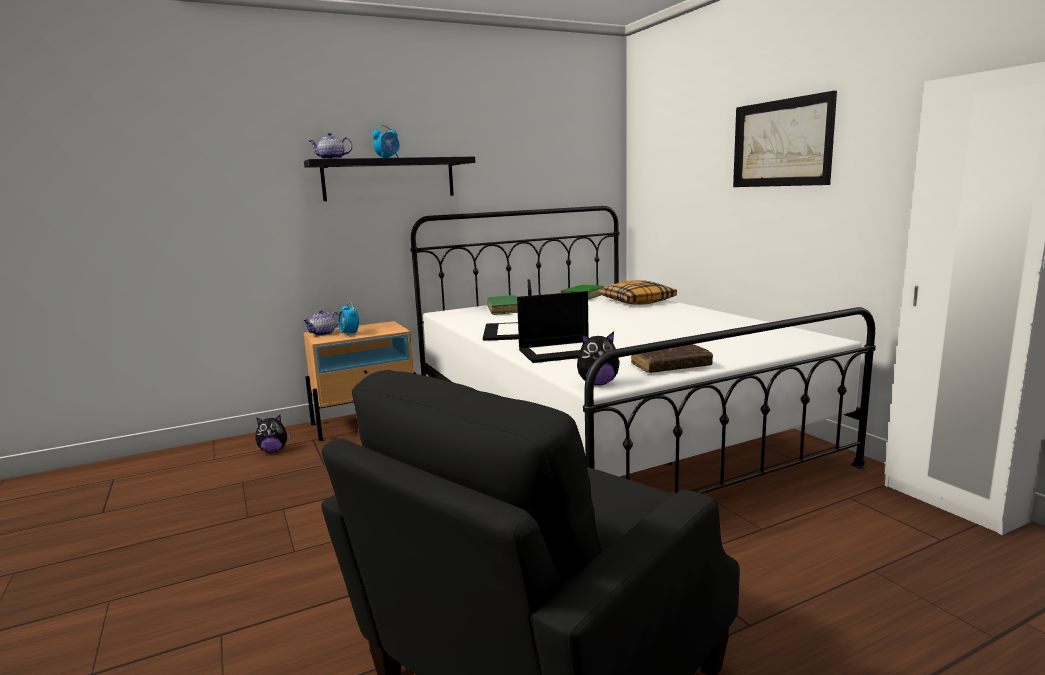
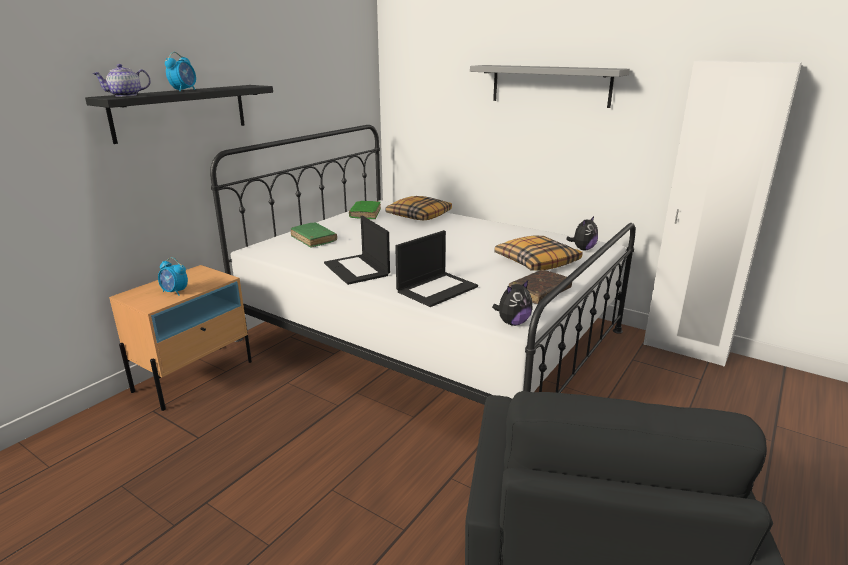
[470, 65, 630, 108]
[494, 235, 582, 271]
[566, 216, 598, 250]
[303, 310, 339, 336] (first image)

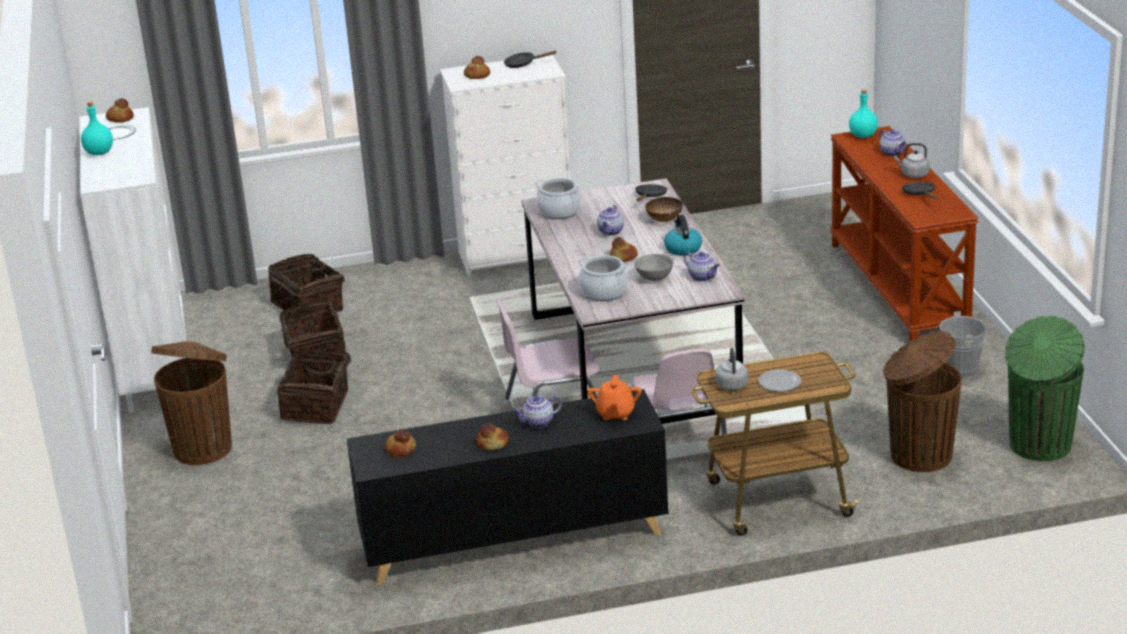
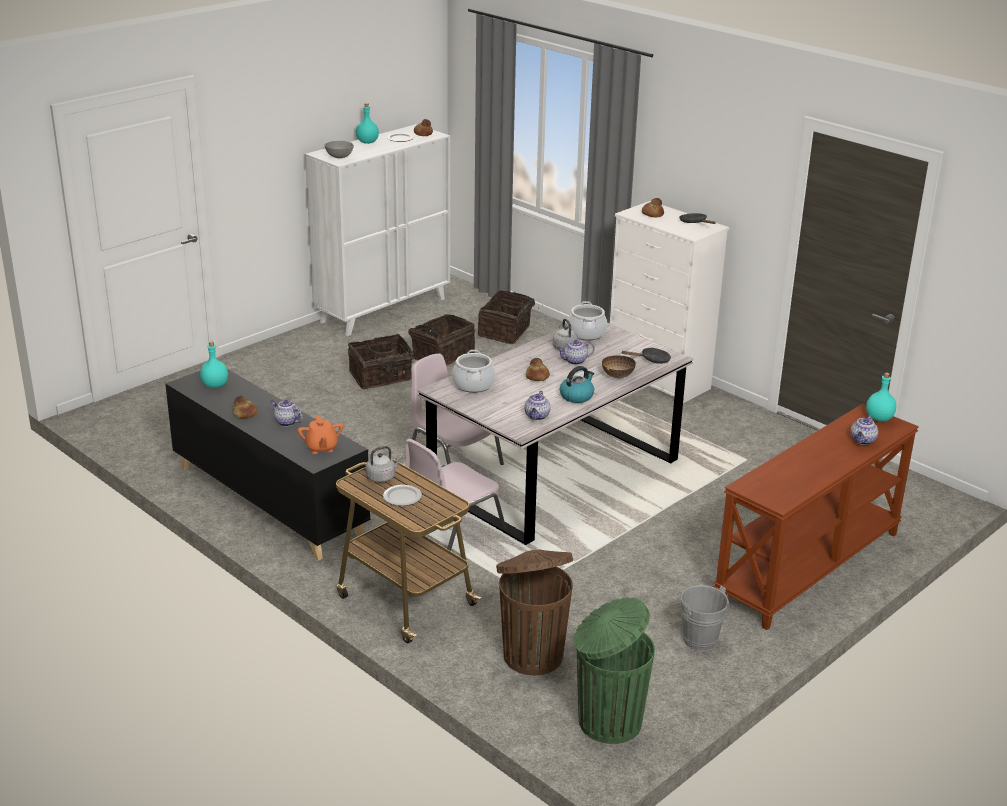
[200, 341, 228, 388]
[298, 415, 343, 454]
[325, 141, 354, 158]
[553, 319, 578, 351]
[151, 341, 232, 465] (first image)
[902, 182, 937, 199] (first image)

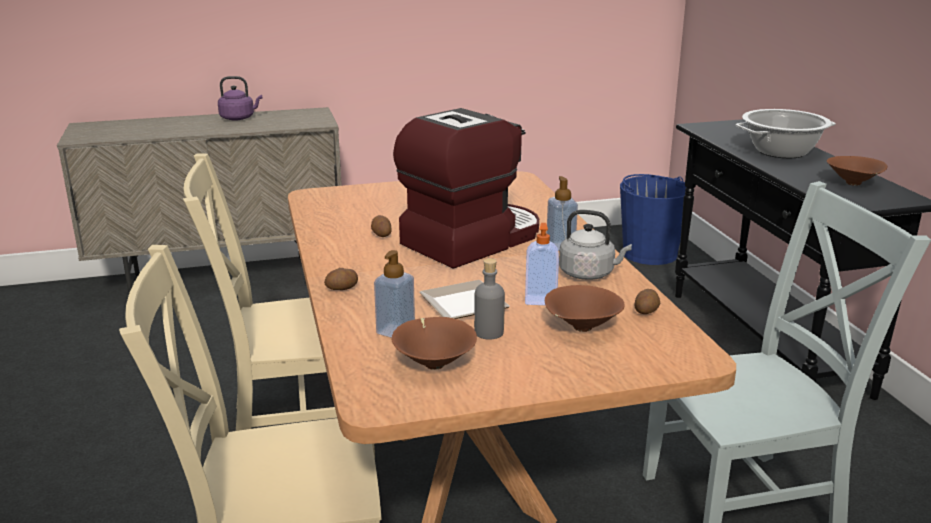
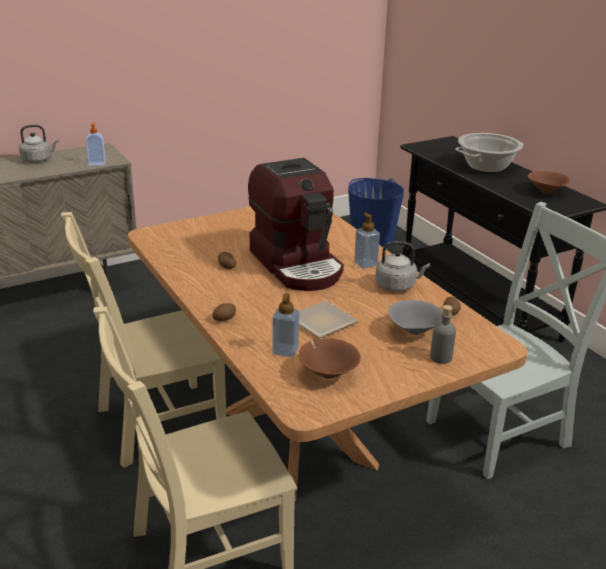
[19, 125, 59, 163]
[86, 123, 106, 166]
[248, 158, 344, 291]
[388, 300, 443, 335]
[430, 305, 456, 364]

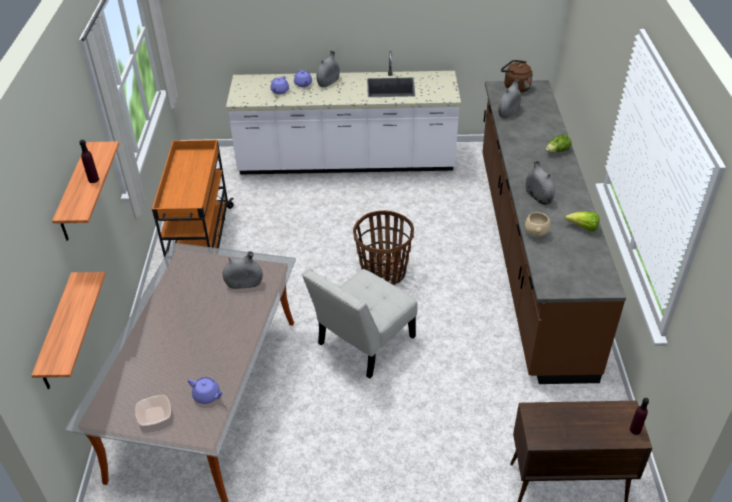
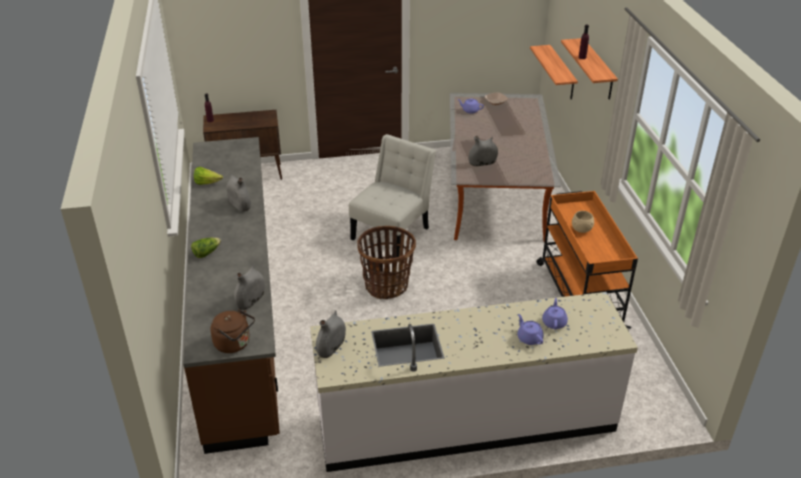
[316, 310, 346, 358]
[572, 211, 594, 233]

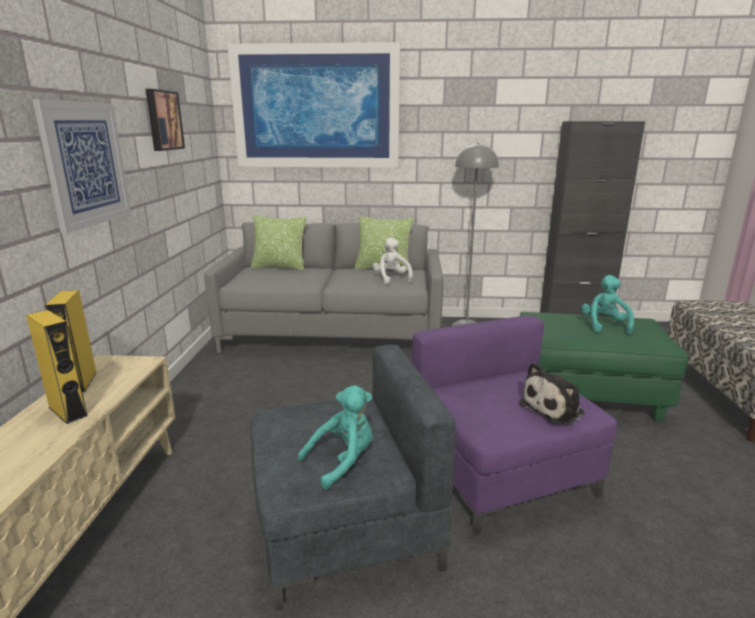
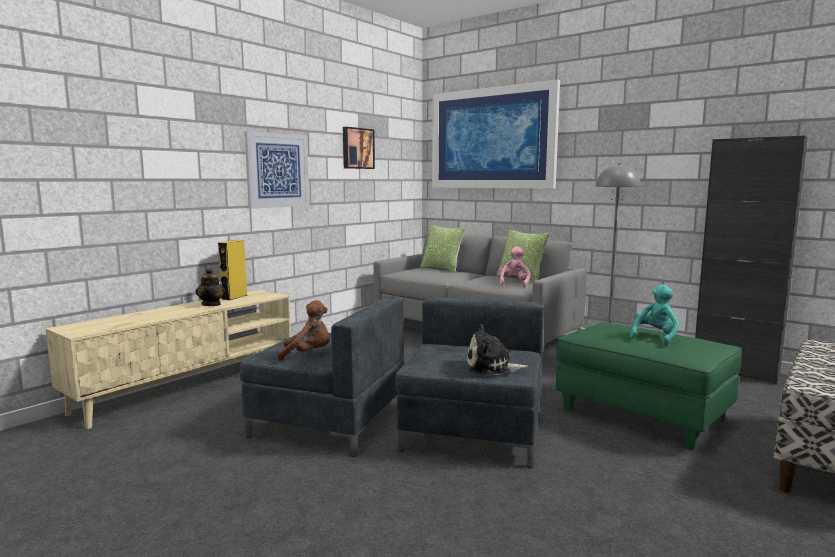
[196, 268, 225, 306]
[277, 300, 329, 360]
[395, 297, 544, 468]
[498, 246, 530, 288]

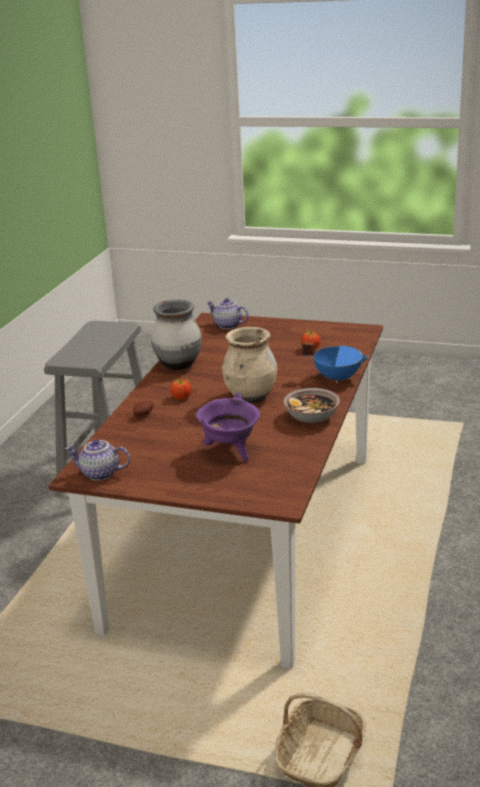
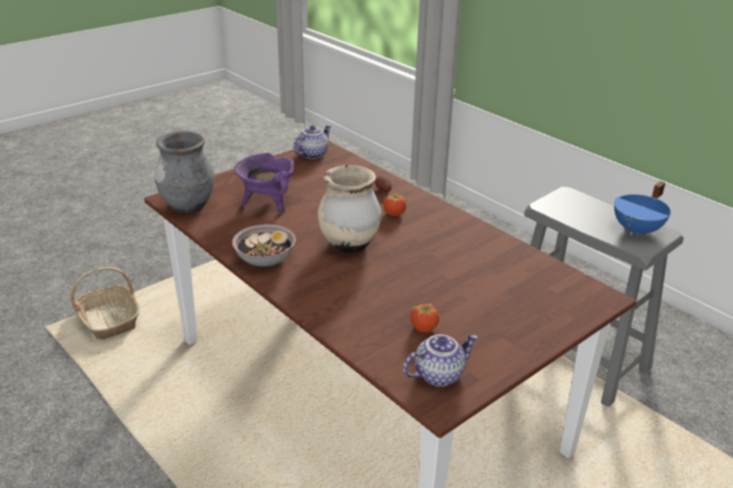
[154, 131, 215, 213]
[403, 334, 478, 387]
[614, 181, 671, 235]

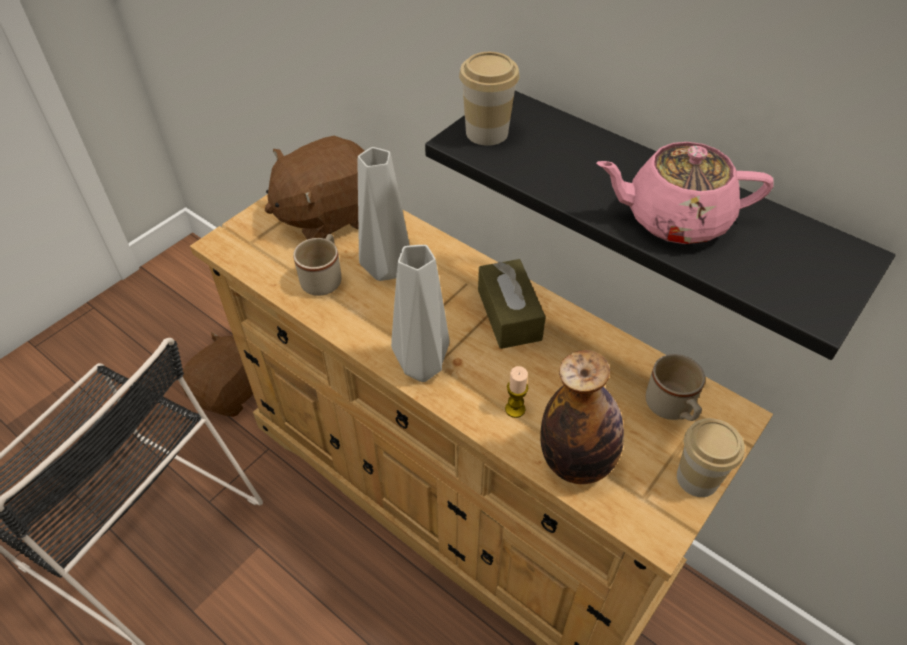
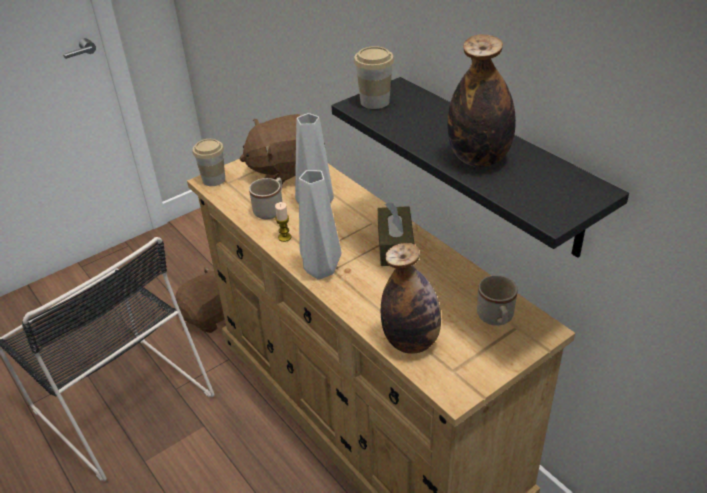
[193, 139, 225, 186]
[275, 202, 291, 242]
[447, 34, 516, 167]

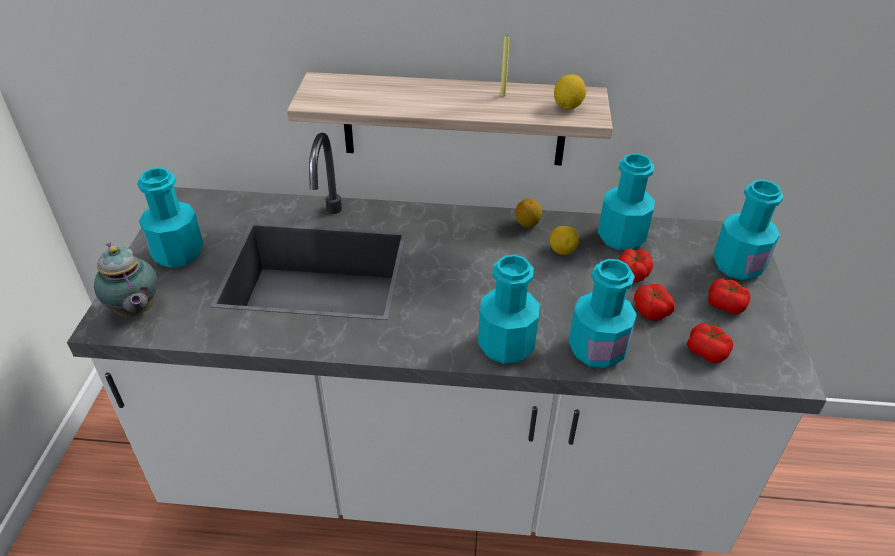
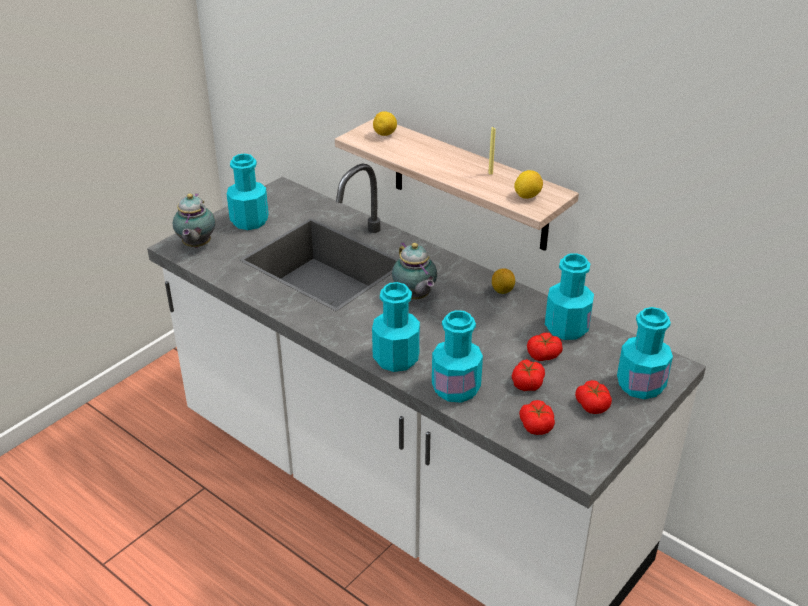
[373, 111, 397, 136]
[392, 242, 437, 300]

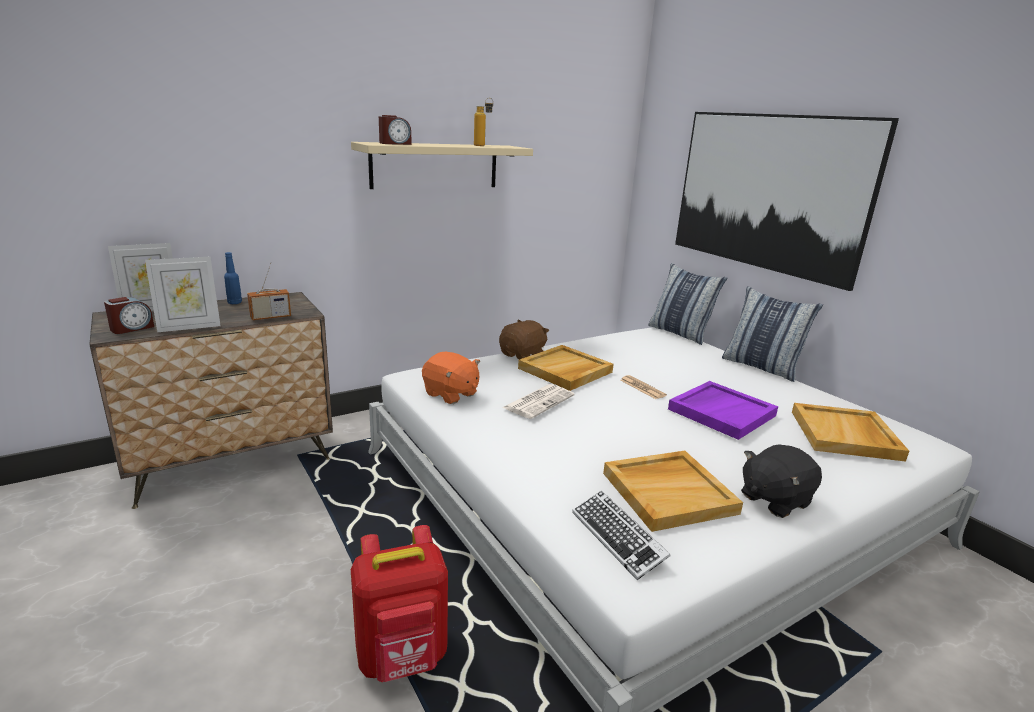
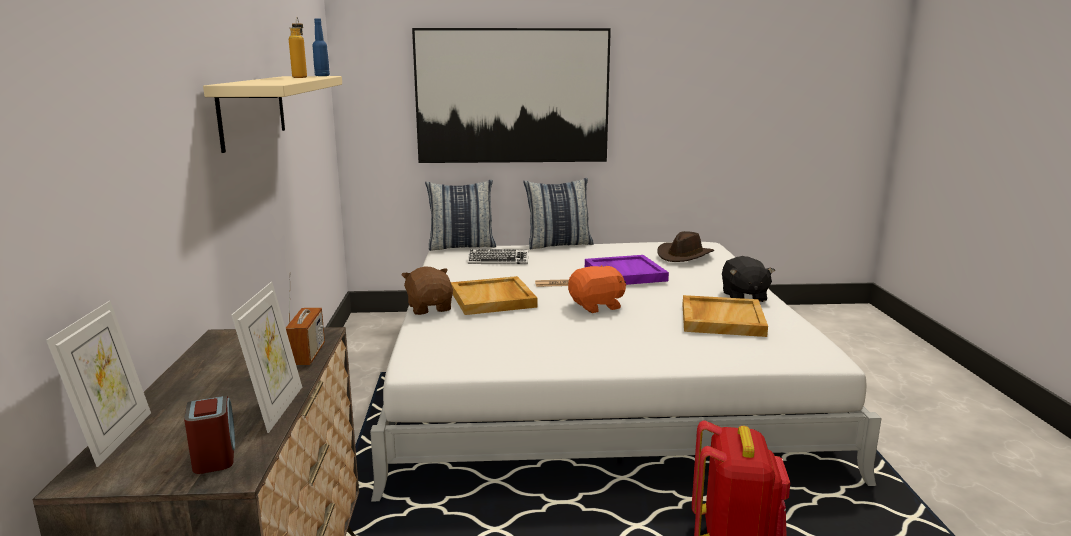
[313, 18, 330, 76]
[468, 249, 528, 264]
[568, 265, 626, 313]
[657, 231, 714, 262]
[379, 115, 411, 145] (first image)
[502, 384, 575, 419] (first image)

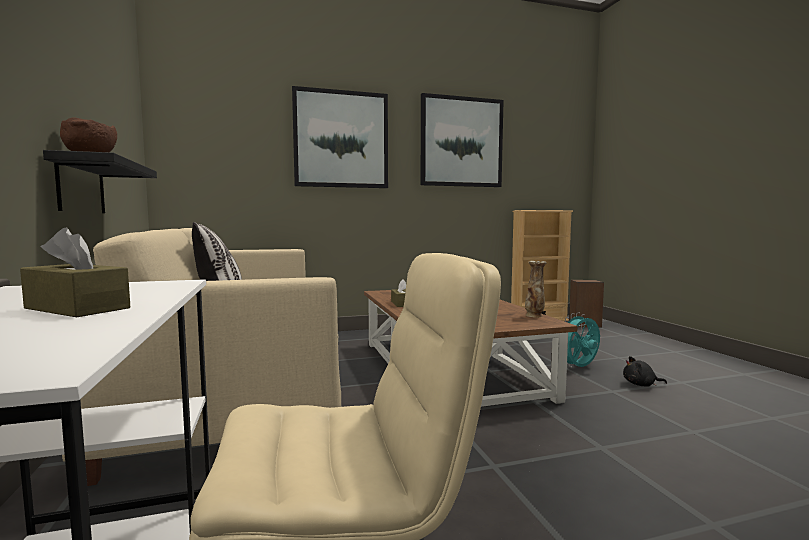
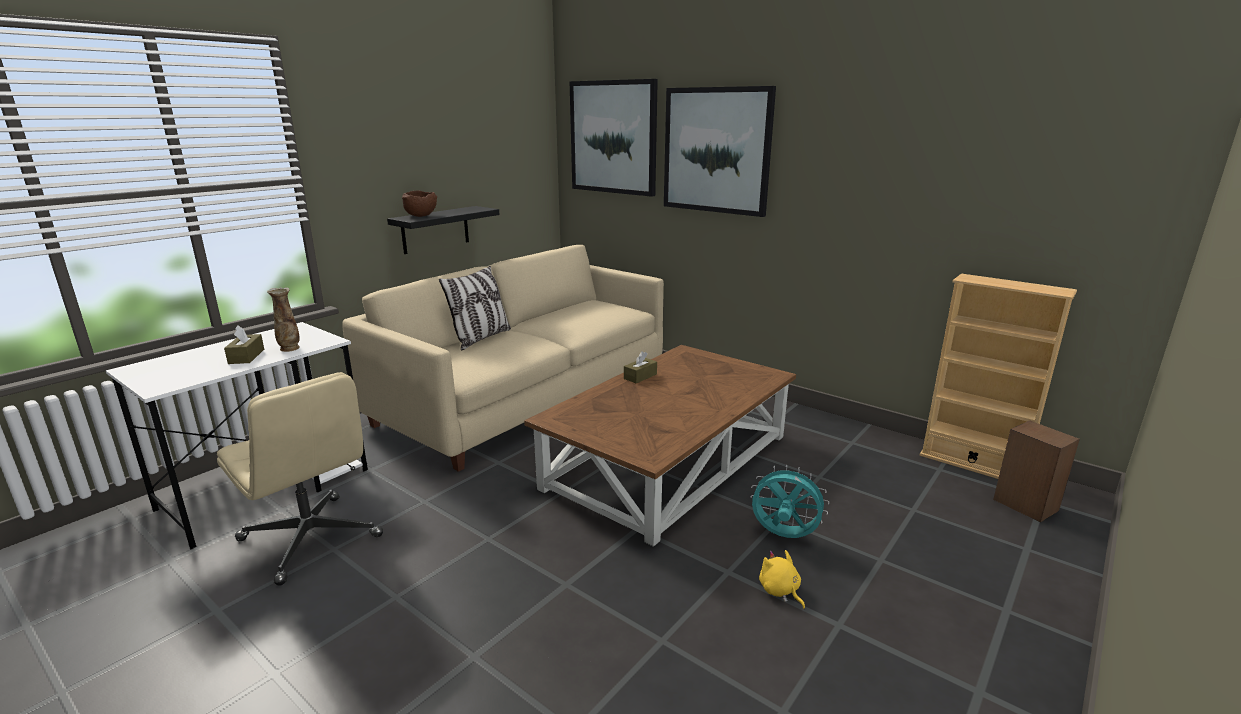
[267, 287, 300, 352]
[569, 79, 658, 197]
[759, 550, 805, 609]

